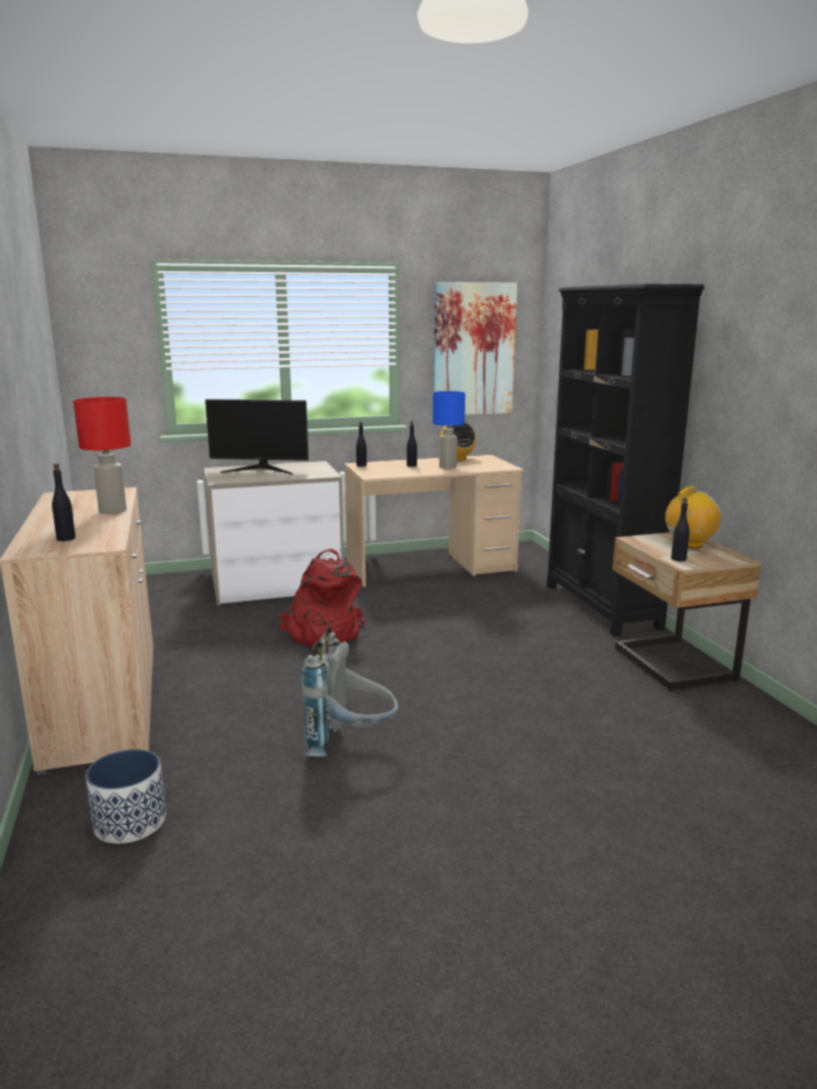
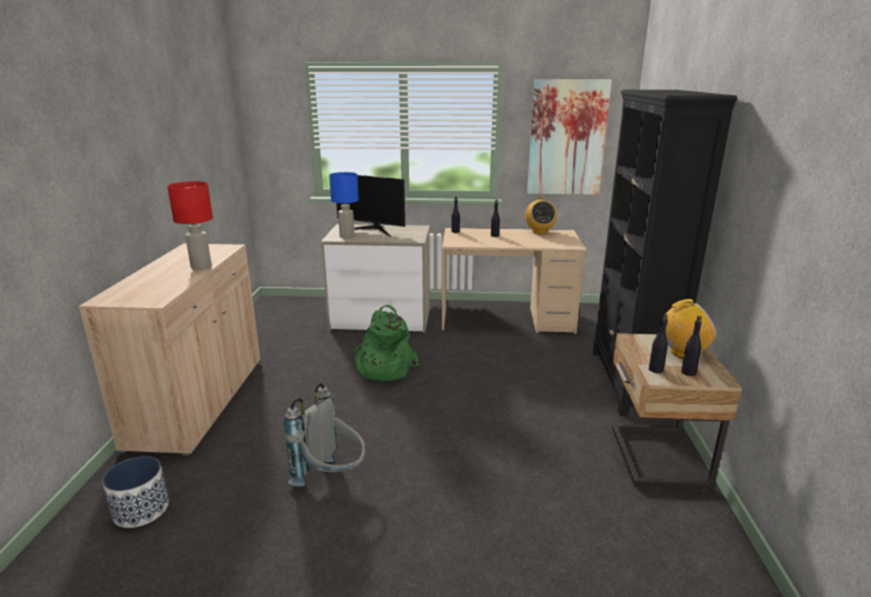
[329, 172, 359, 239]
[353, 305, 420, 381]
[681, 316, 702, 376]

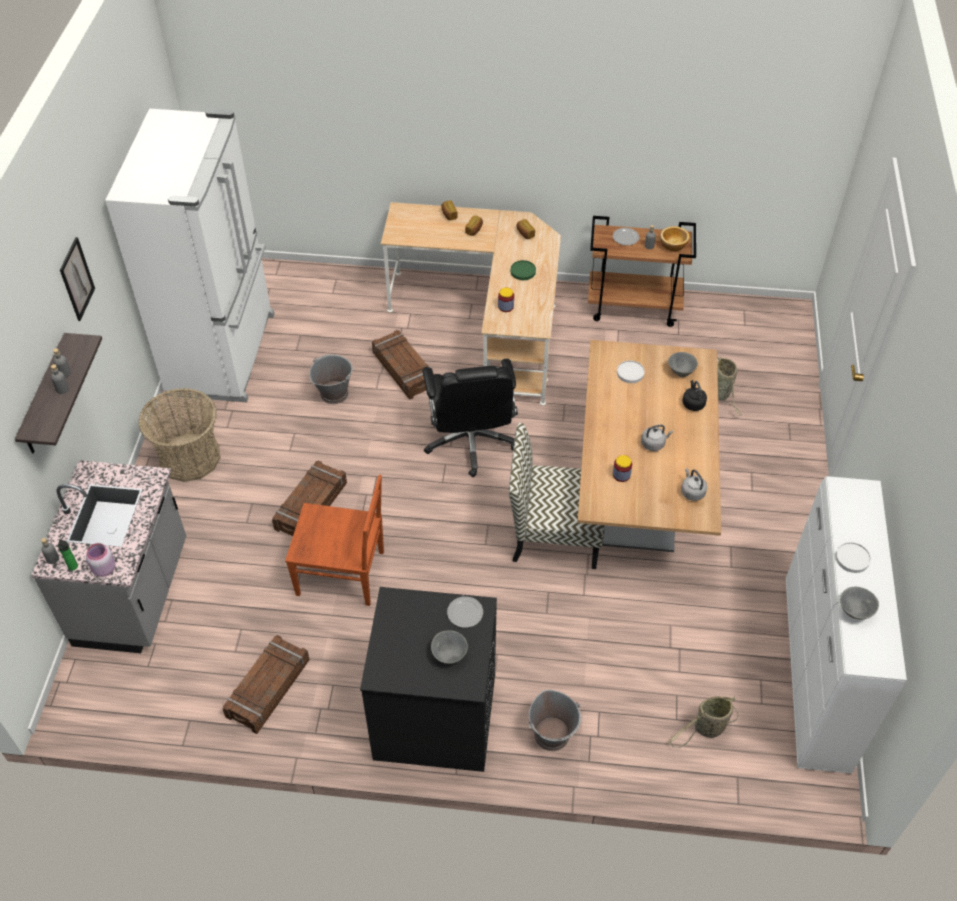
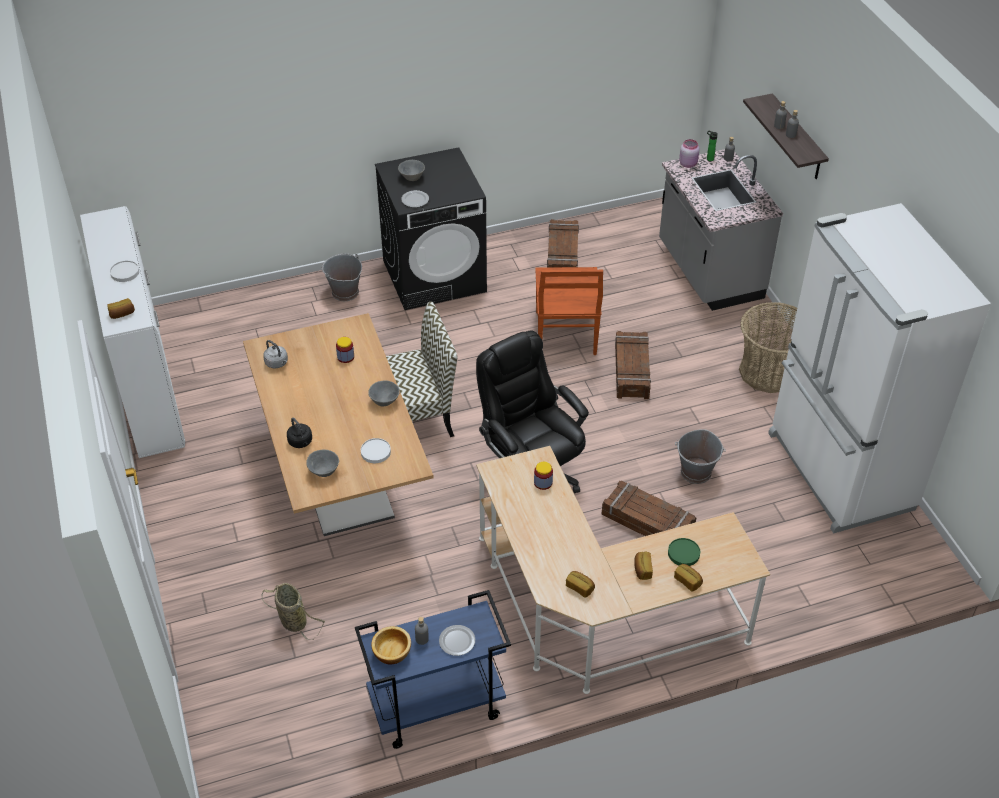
[107, 298, 135, 319]
[355, 590, 511, 749]
[368, 380, 400, 407]
[535, 267, 603, 355]
[668, 538, 700, 566]
[60, 237, 95, 321] (first image)
[641, 424, 673, 451] (first image)
[669, 696, 739, 748] (first image)

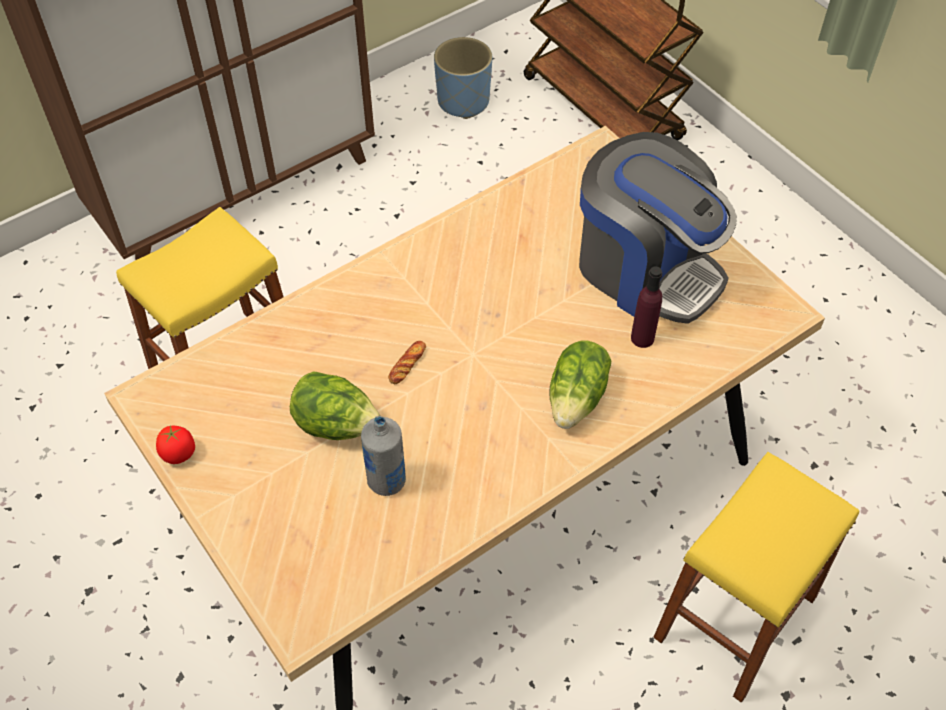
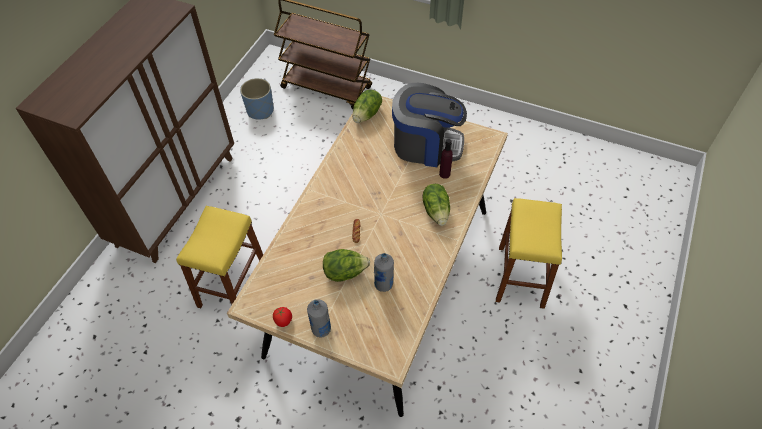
[307, 299, 331, 337]
[353, 90, 382, 123]

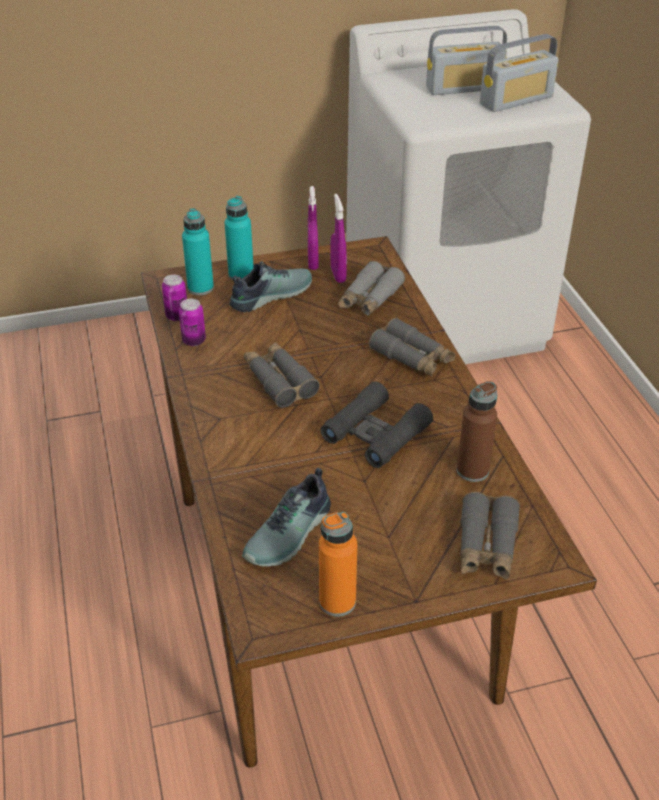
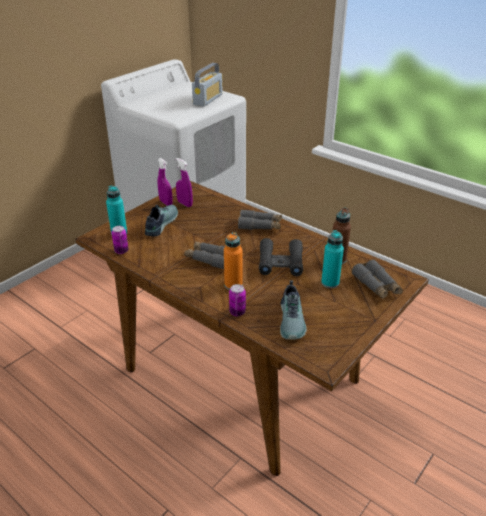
[224, 232, 242, 290]
[229, 284, 246, 316]
[321, 230, 344, 288]
[338, 261, 405, 316] (first image)
[426, 26, 507, 95] (first image)

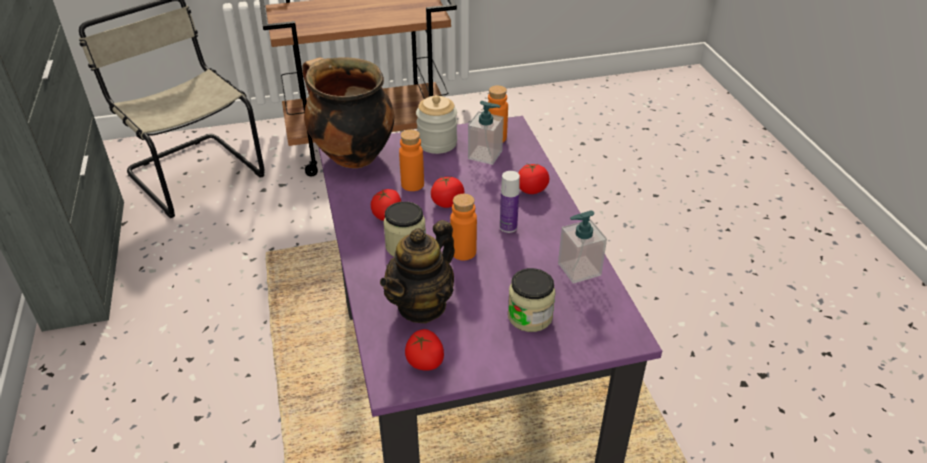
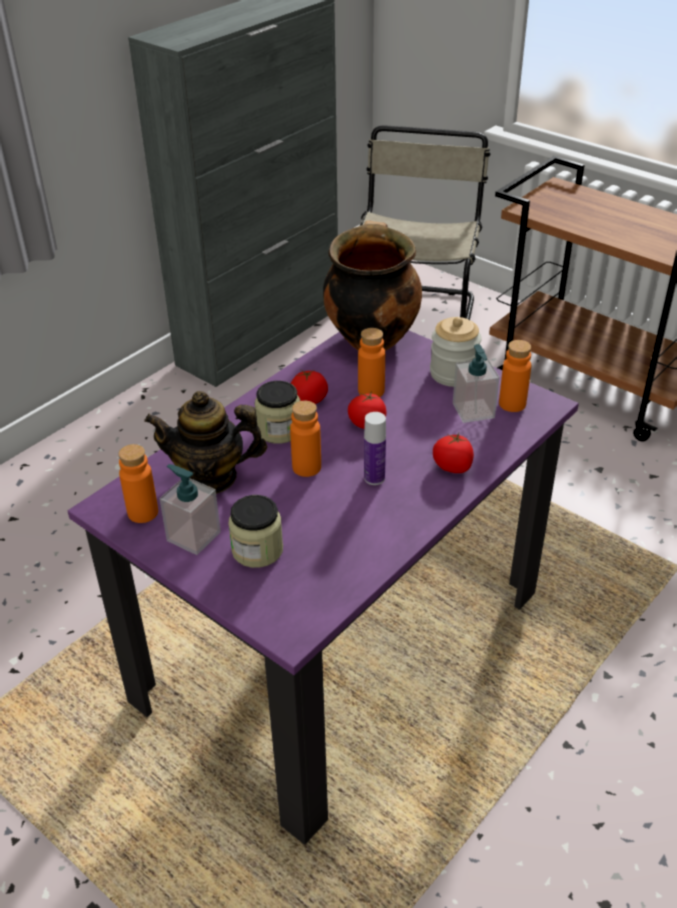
[118, 444, 158, 523]
[160, 464, 221, 555]

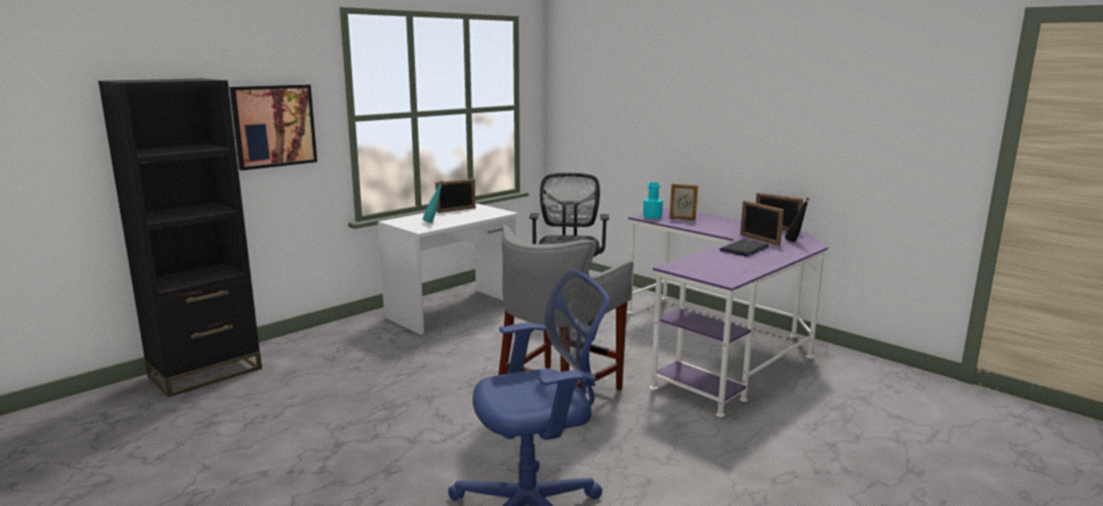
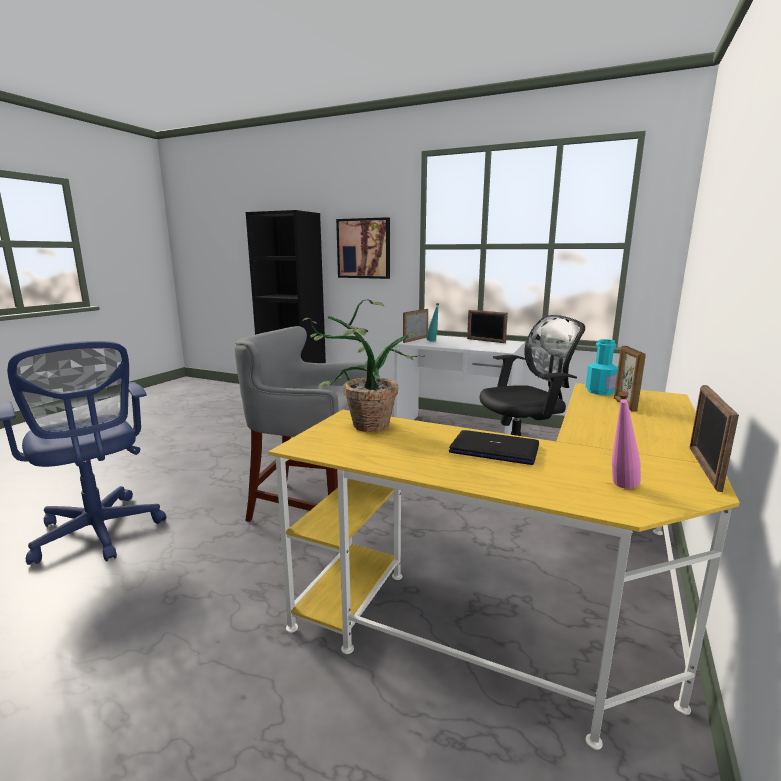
[269, 383, 740, 750]
[303, 299, 424, 432]
[403, 309, 428, 343]
[612, 391, 641, 489]

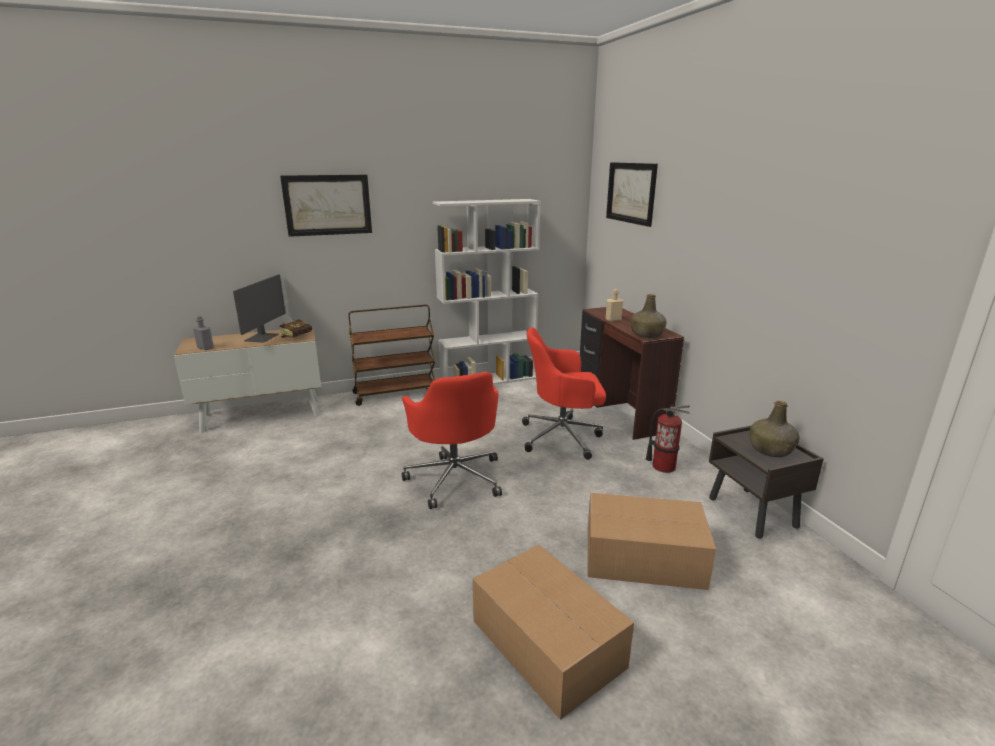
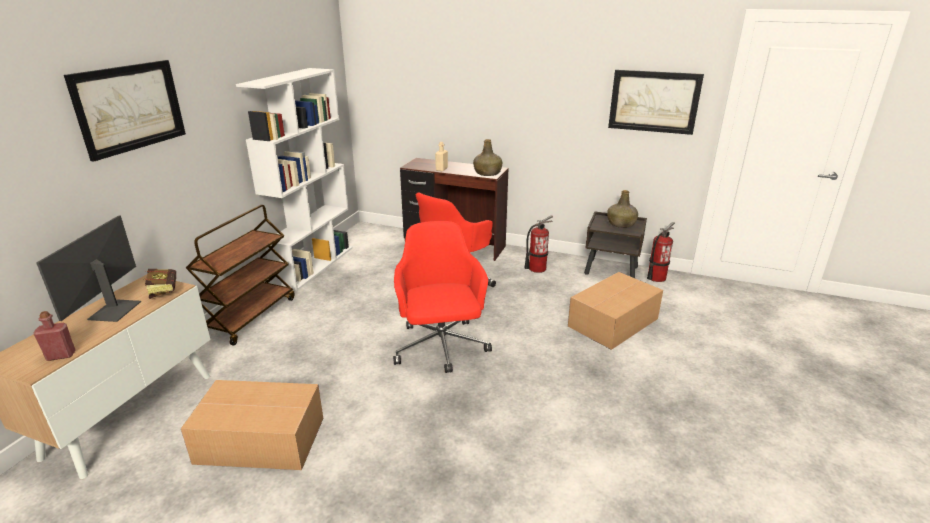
[33, 311, 76, 361]
[36, 215, 141, 322]
[181, 380, 323, 470]
[393, 221, 492, 373]
[608, 70, 704, 135]
[647, 222, 675, 282]

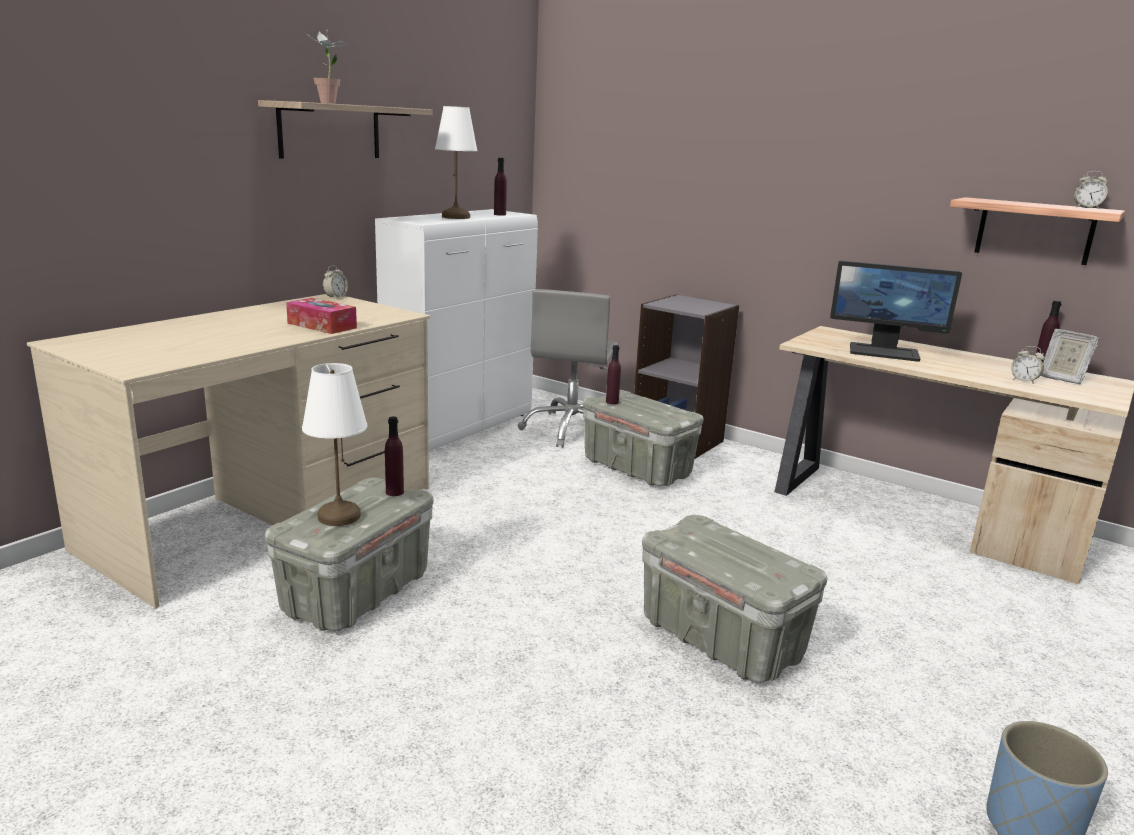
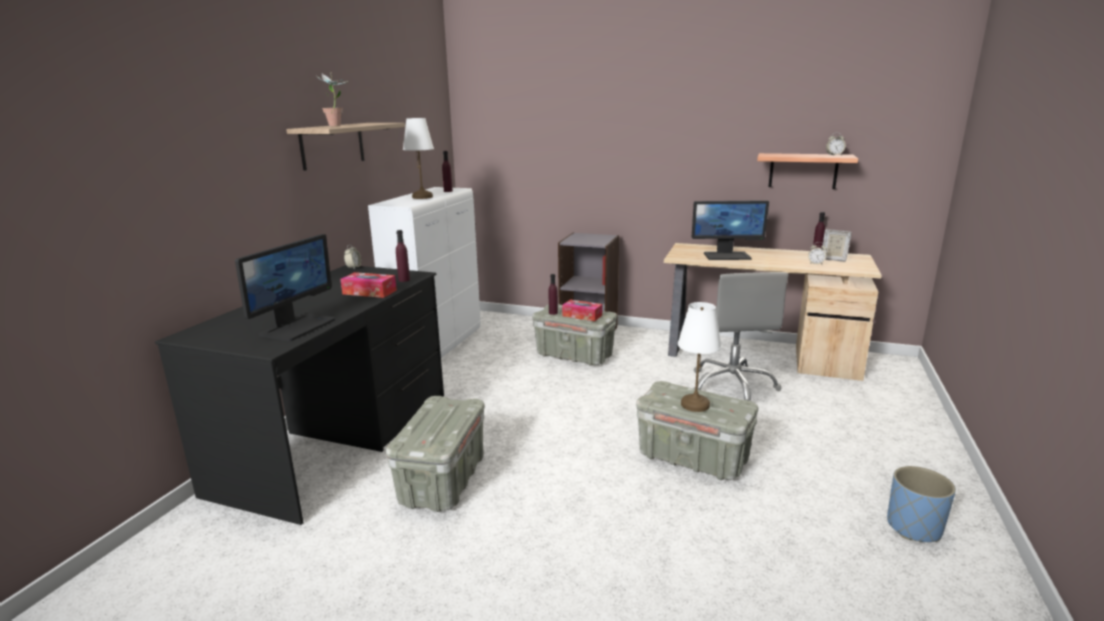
[155, 265, 444, 525]
[235, 234, 335, 341]
[396, 230, 410, 282]
[562, 299, 602, 321]
[678, 302, 722, 412]
[693, 272, 789, 402]

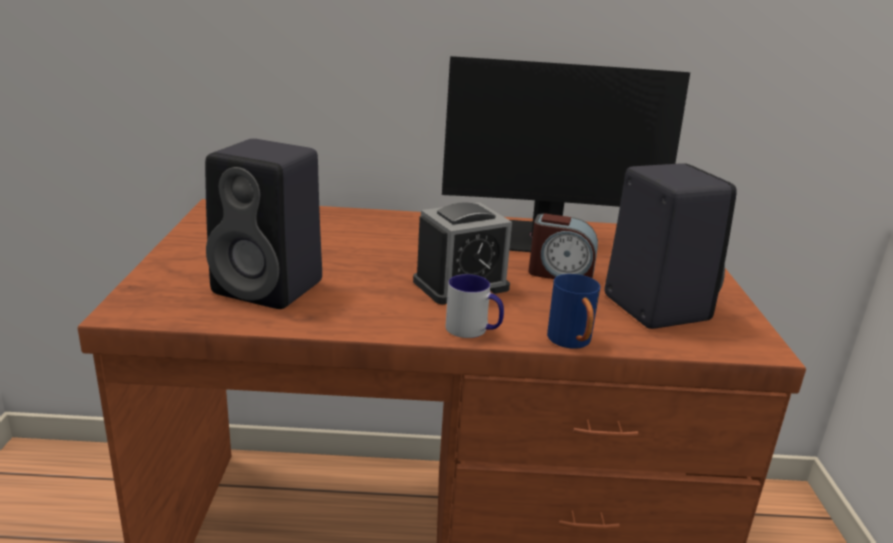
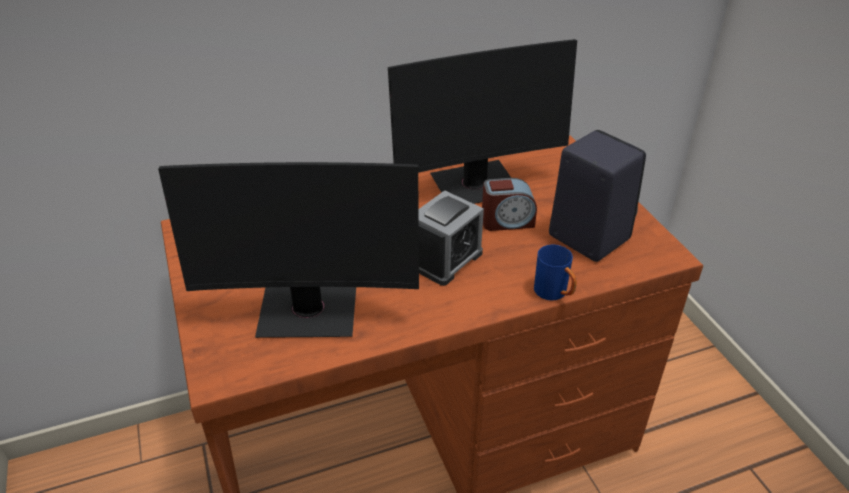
[158, 162, 419, 338]
[446, 274, 504, 338] (first image)

